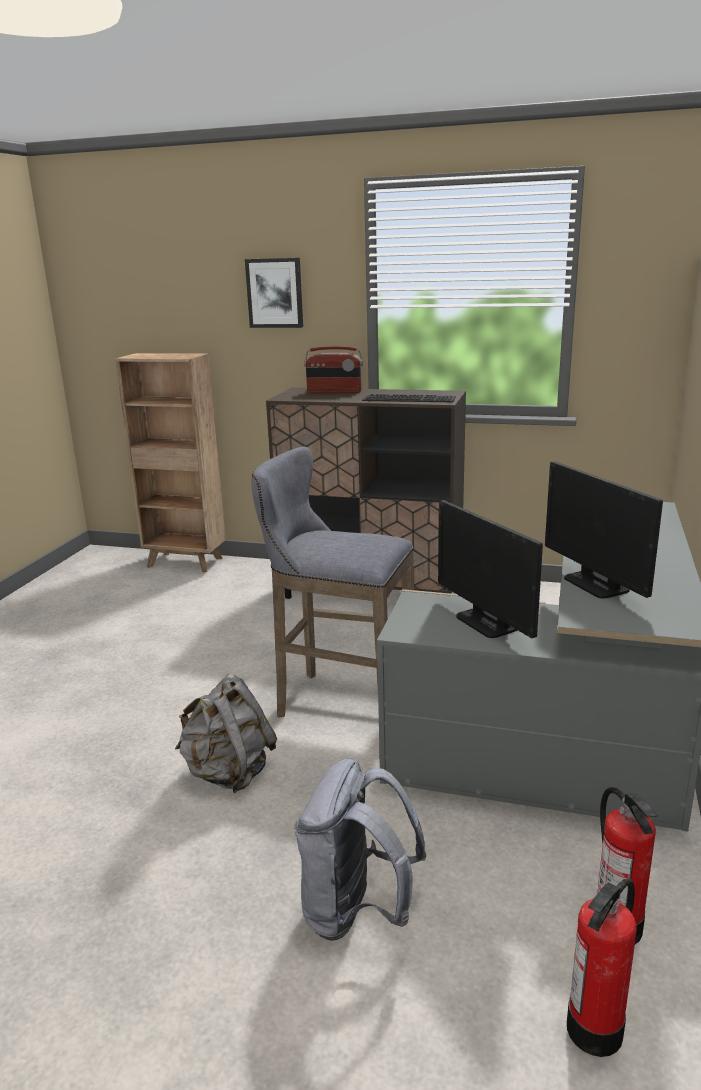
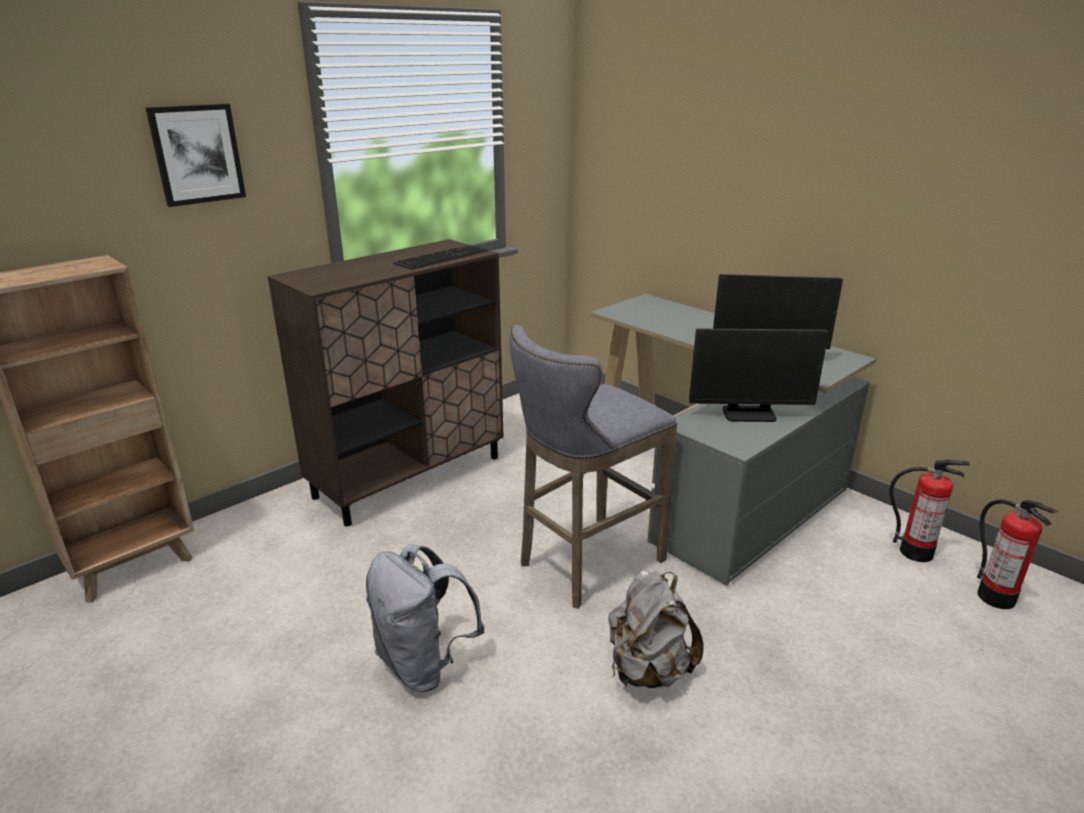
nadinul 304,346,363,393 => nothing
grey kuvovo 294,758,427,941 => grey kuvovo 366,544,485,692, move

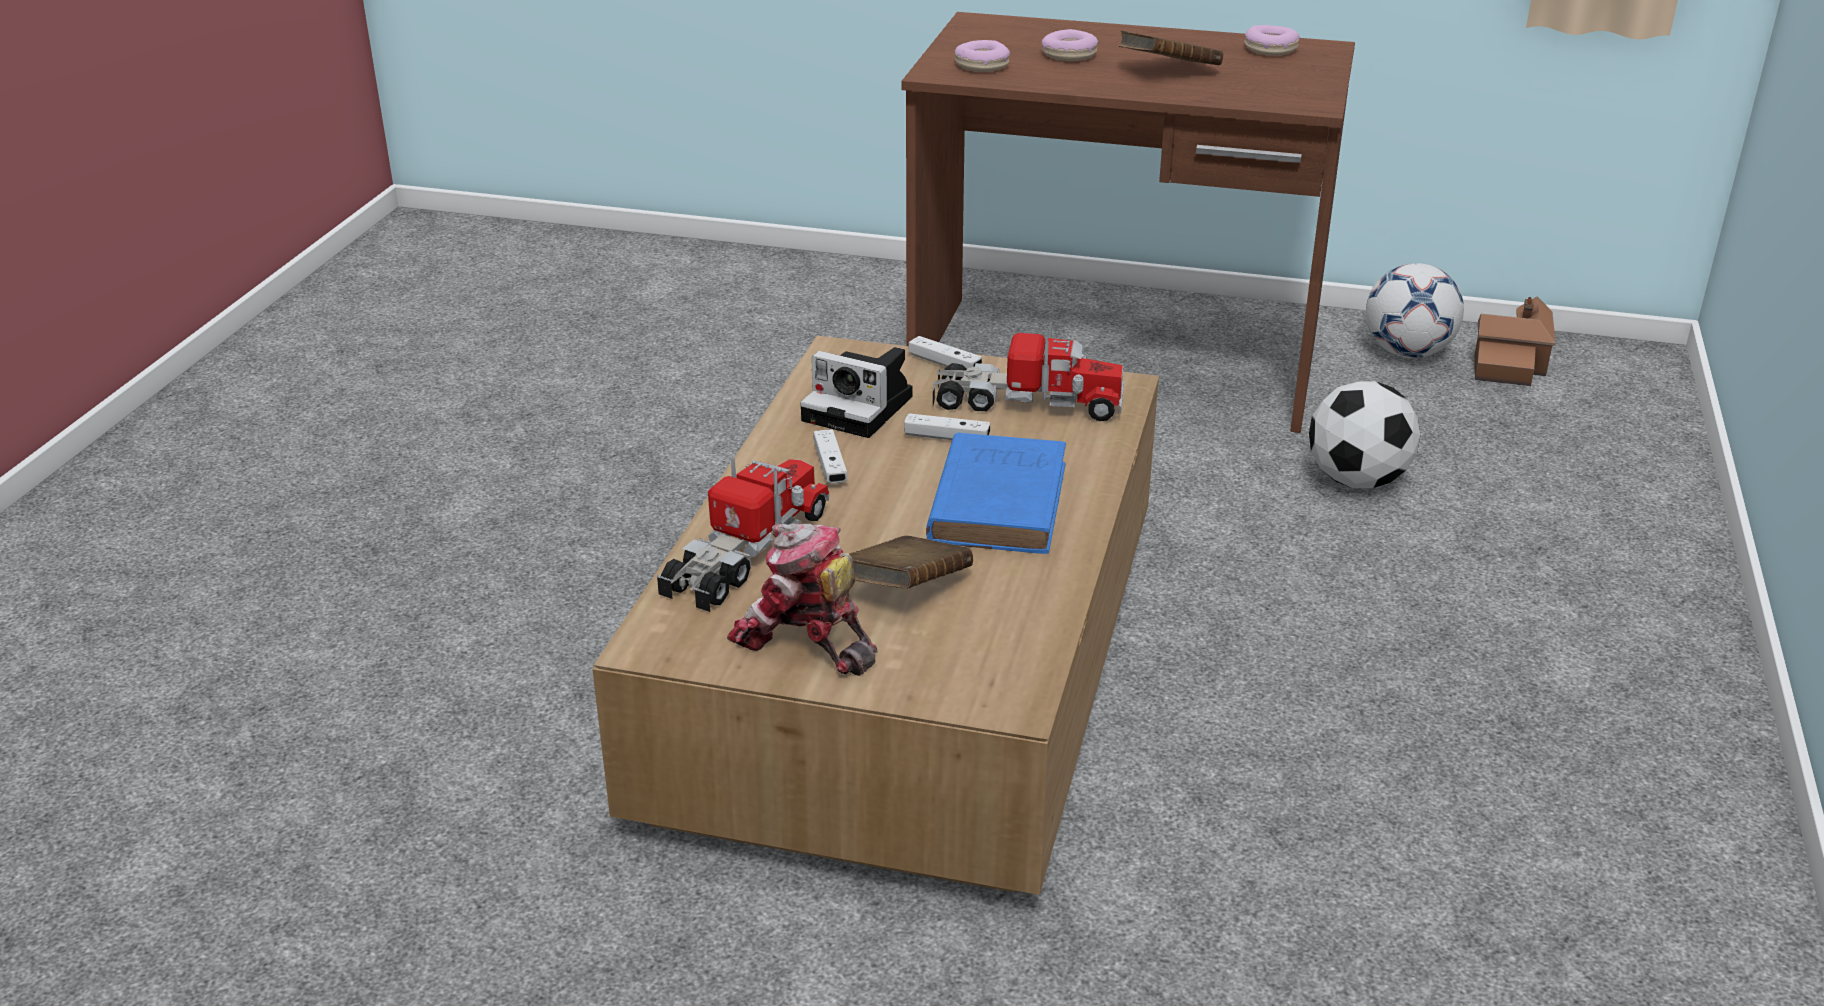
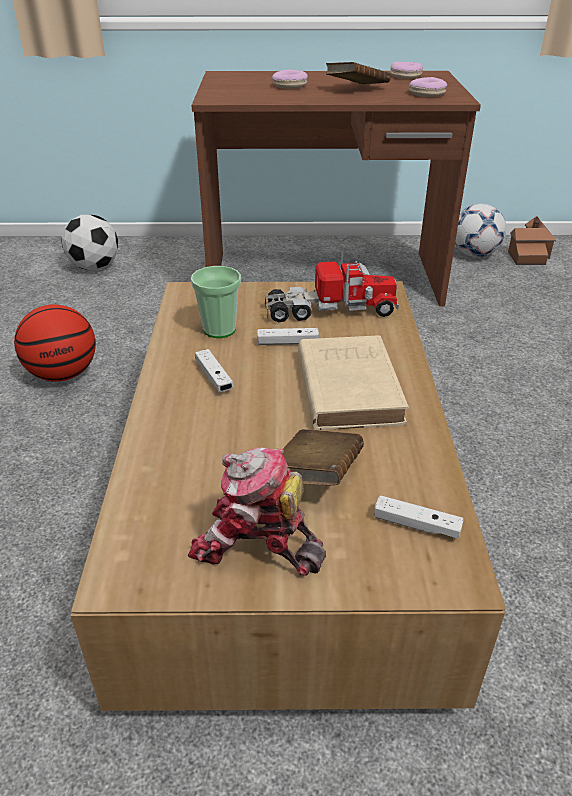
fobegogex 954,40,1010,72 => fobegogex 409,77,447,97, move
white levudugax 909,336,982,369 => white levudugax 374,495,463,539, move
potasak 800,347,913,438 => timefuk 191,266,241,338
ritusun 1309,381,1420,488 => ritusun 61,214,118,270, move
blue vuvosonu 926,432,1066,554 => beige vuvosonu 298,336,409,430
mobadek 656,455,830,612 => nothing
nothing => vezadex 14,304,96,382

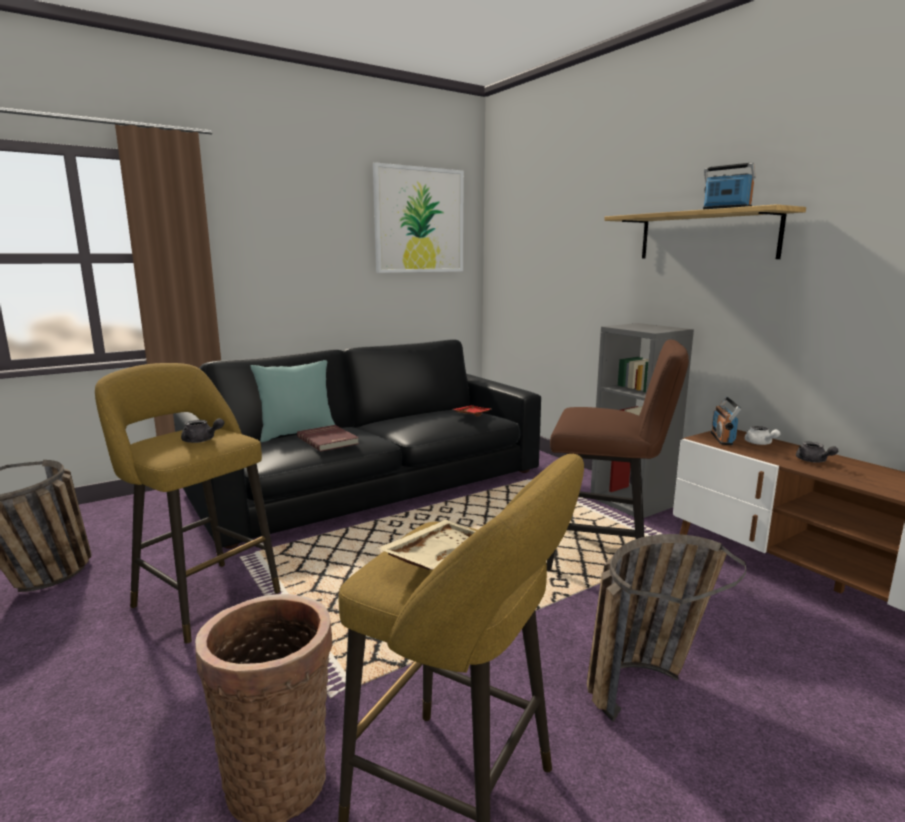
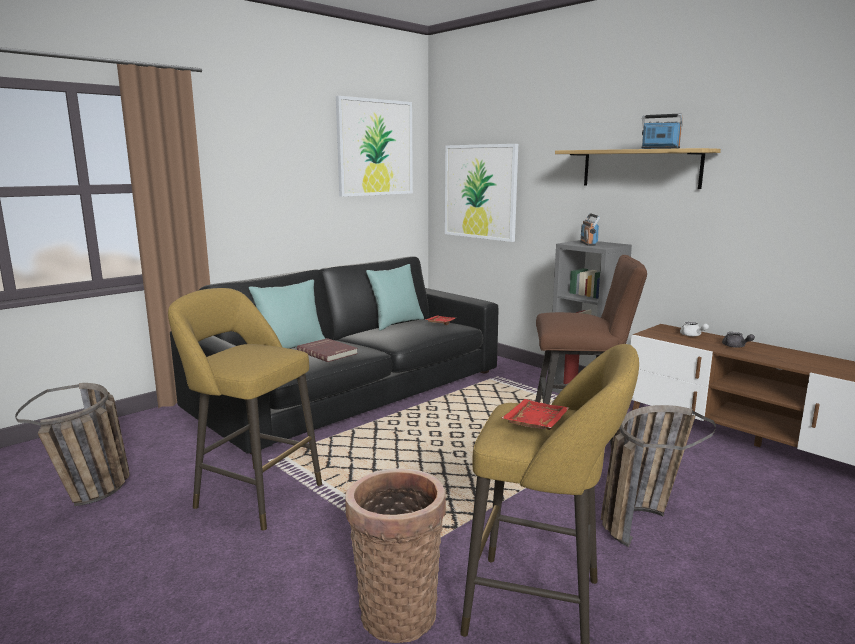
nadinul 711,396,741,445 => nadinul 580,213,601,246, move
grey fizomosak 181,418,224,443 => nothing
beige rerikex 377,520,476,570 => red rerikex 502,399,569,430
nothing => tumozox 445,144,518,242
nothing => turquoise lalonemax 366,264,424,331

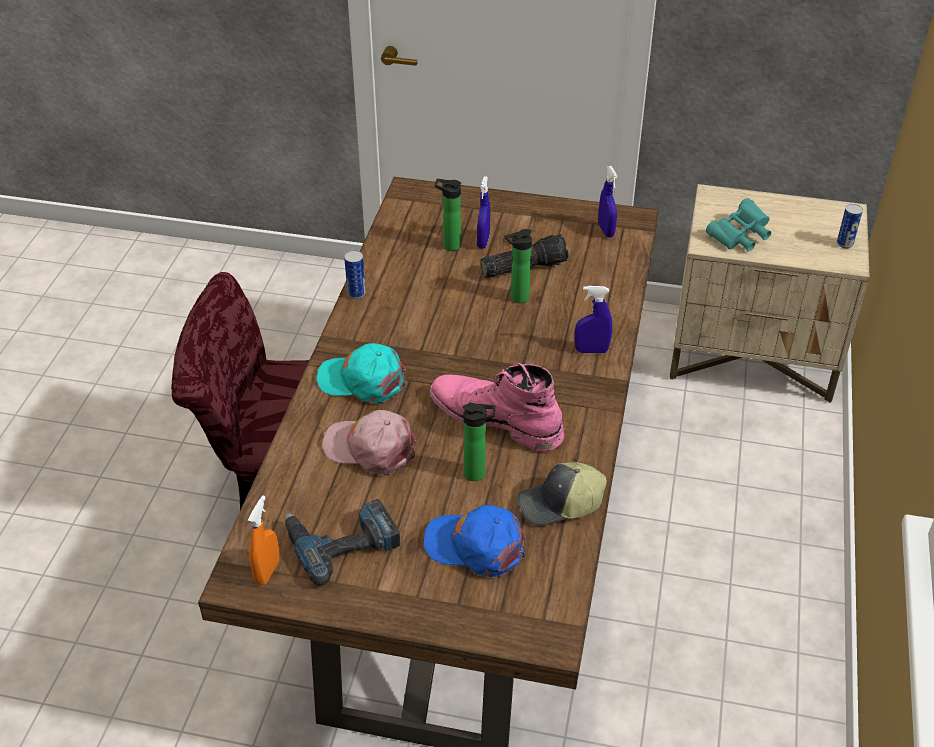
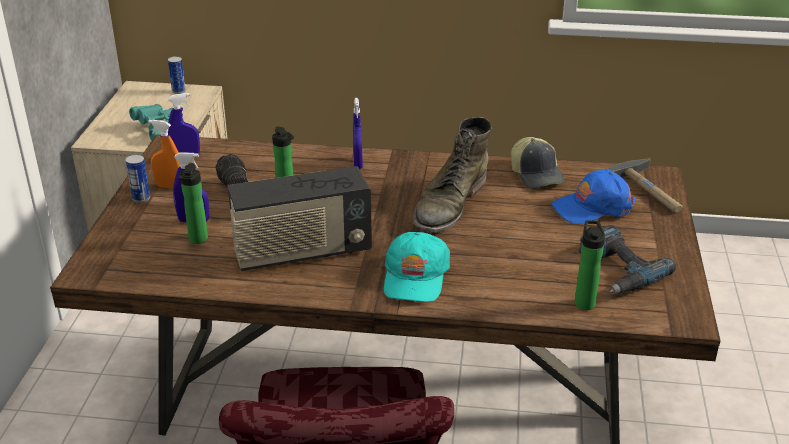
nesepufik 344,250,366,299 => nesepufik 126,154,150,203, move
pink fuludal 430,363,564,451 => green fuludal 413,117,492,233
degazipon 463,403,496,481 => degazipon 575,220,605,310, move
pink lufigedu 322,410,417,475 => nothing
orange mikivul 248,496,279,585 => orange mikivul 148,120,180,189, move
blue lufigedu 424,505,527,577 => blue lufigedu 552,170,636,224, 60 degrees clockwise
nothing => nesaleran 605,158,683,213
nothing => nadinul 227,166,372,271

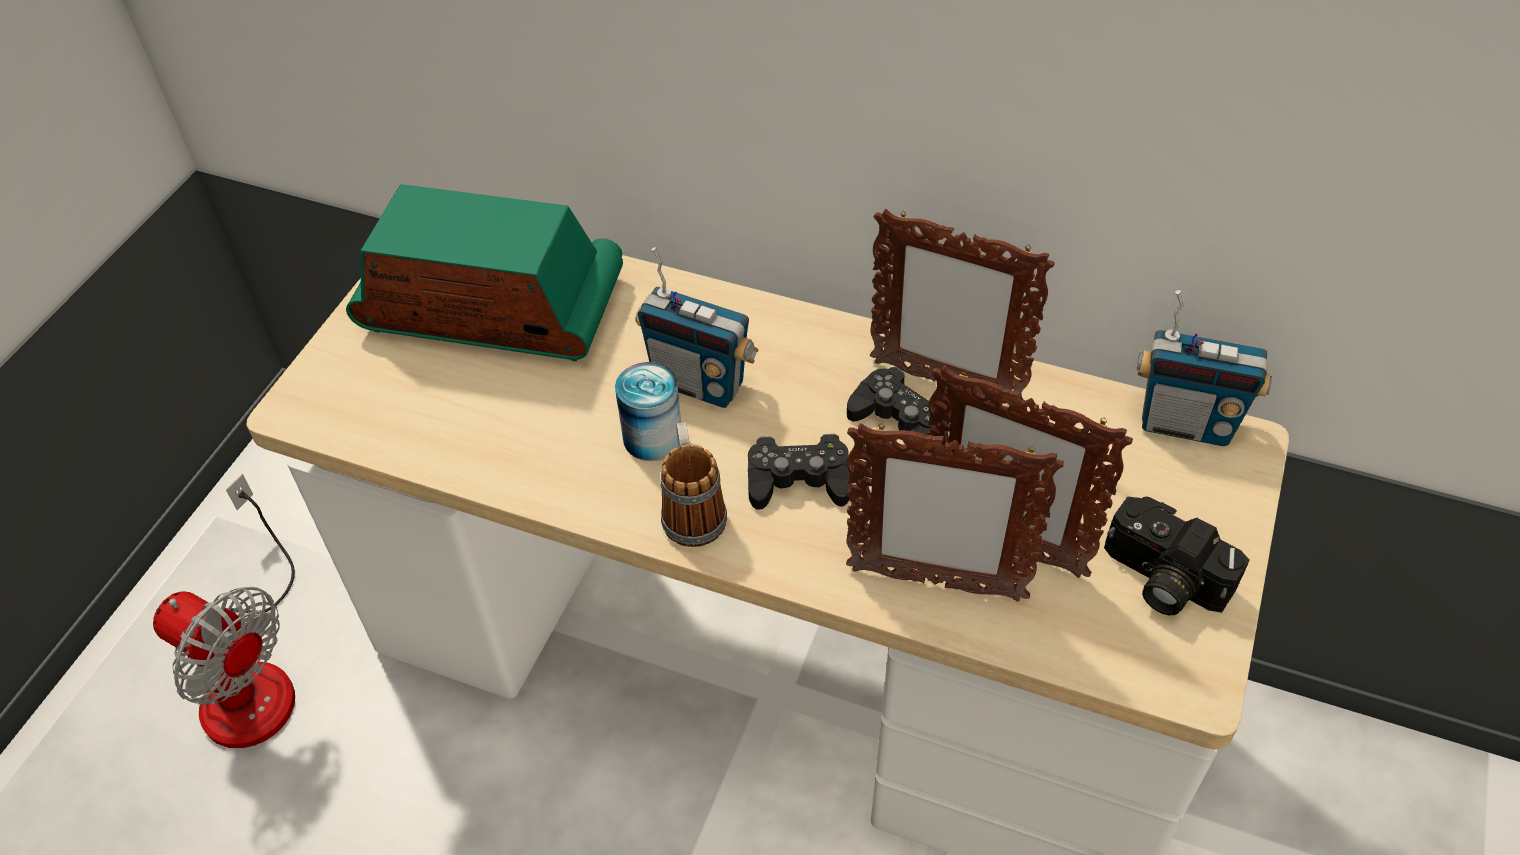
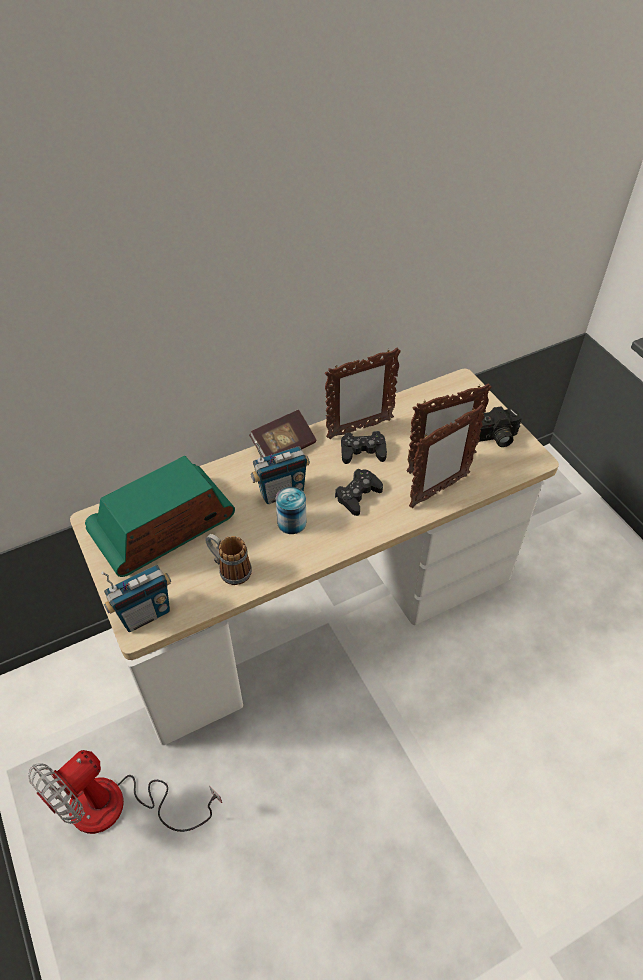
nadinul 1136,290,1272,446 => nadinul 101,565,171,632, move
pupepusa 661,422,727,547 => pupepusa 205,534,252,585, move
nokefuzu 153,474,295,748 => nokefuzu 28,750,222,834, 150 degrees clockwise
nothing => vuvosonu 249,409,316,458

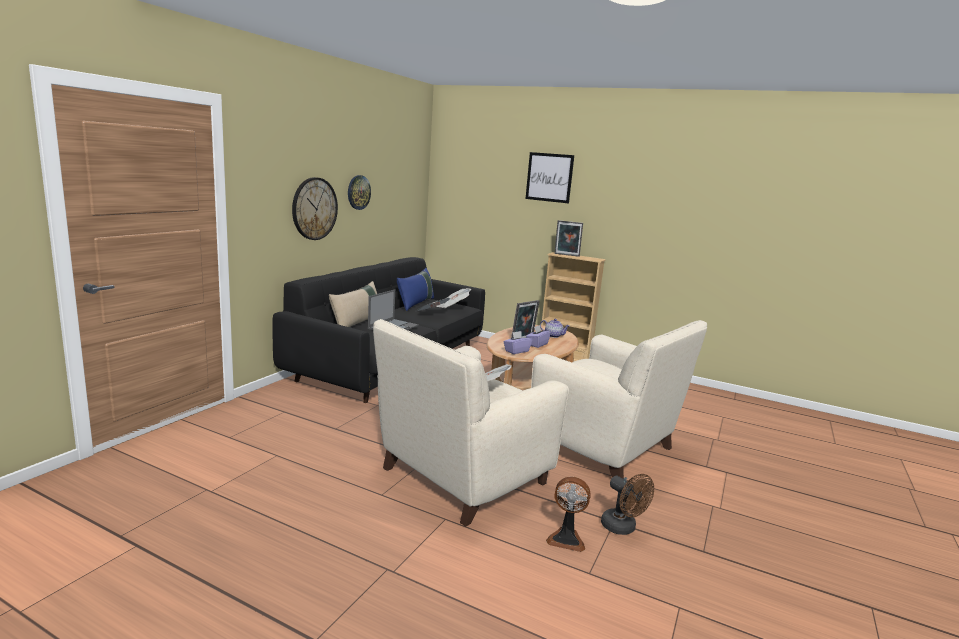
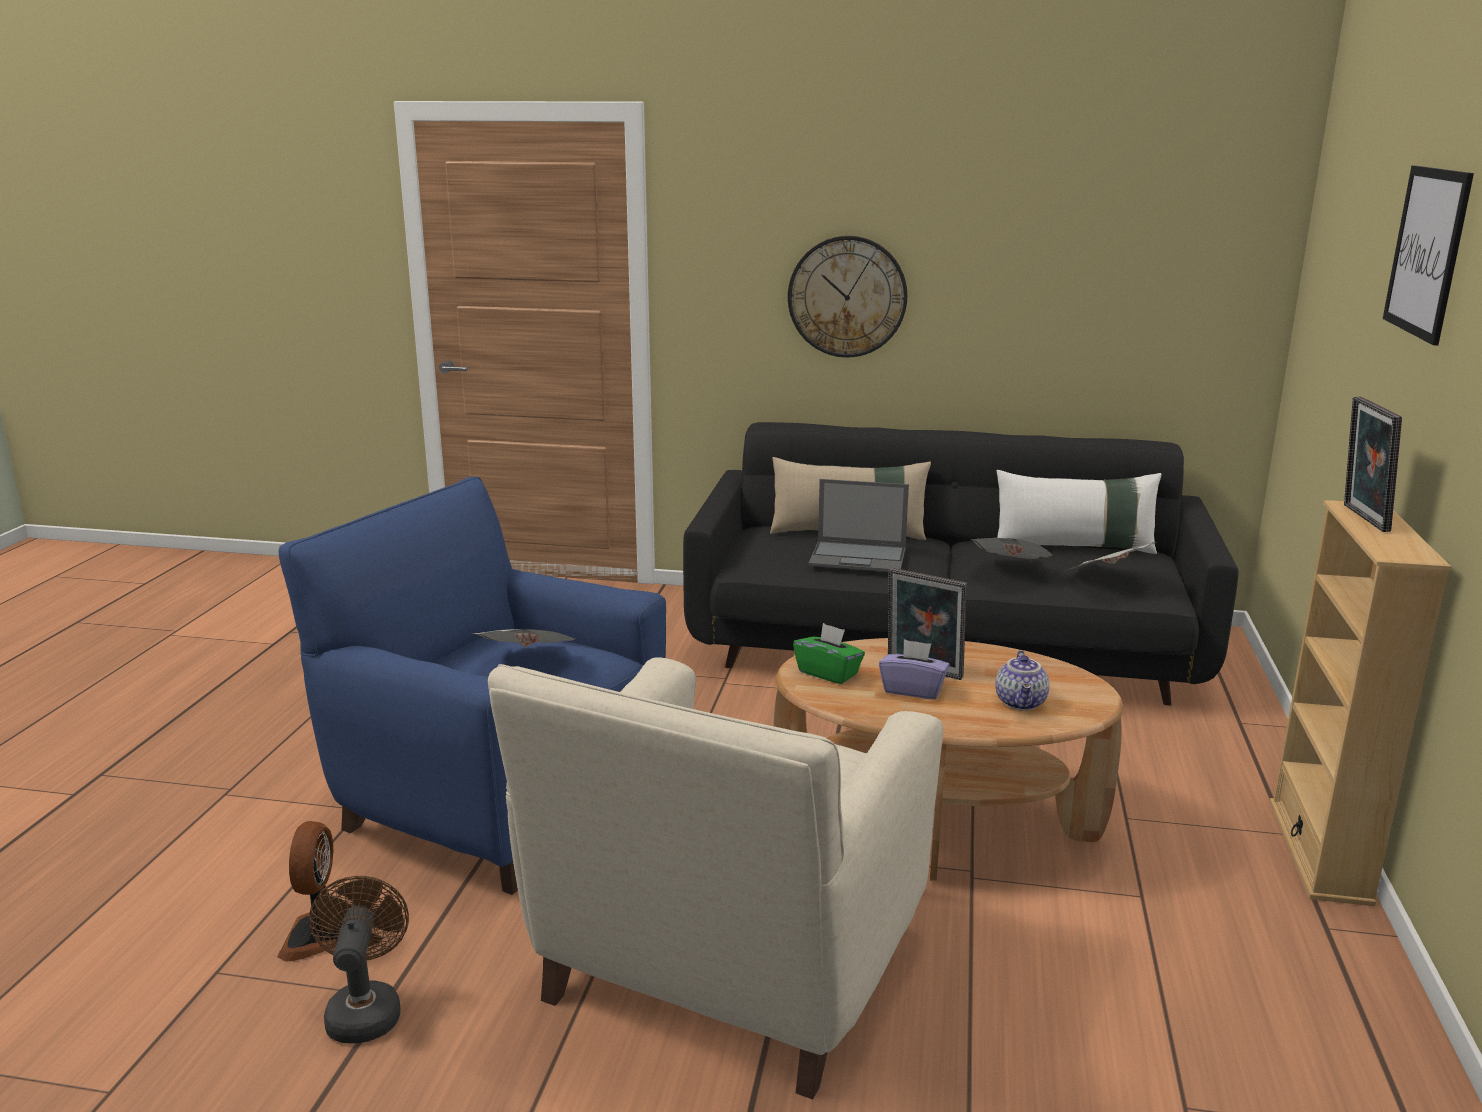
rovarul 348,175,371,210 => nothing
blue lalonemax 397,268,434,311 => white lalonemax 996,470,1161,554
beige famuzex 373,319,569,527 => blue famuzex 279,476,666,895
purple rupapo 503,331,532,354 => green rupapo 793,623,865,684
brown nokefuzu 601,474,654,535 => brown nokefuzu 309,876,409,1043, 135 degrees clockwise

